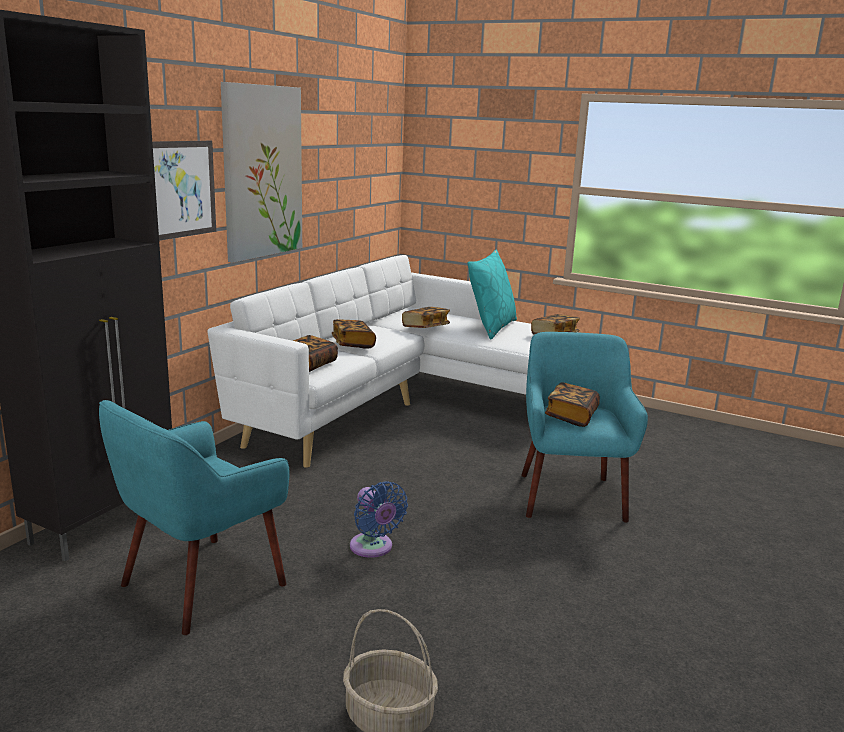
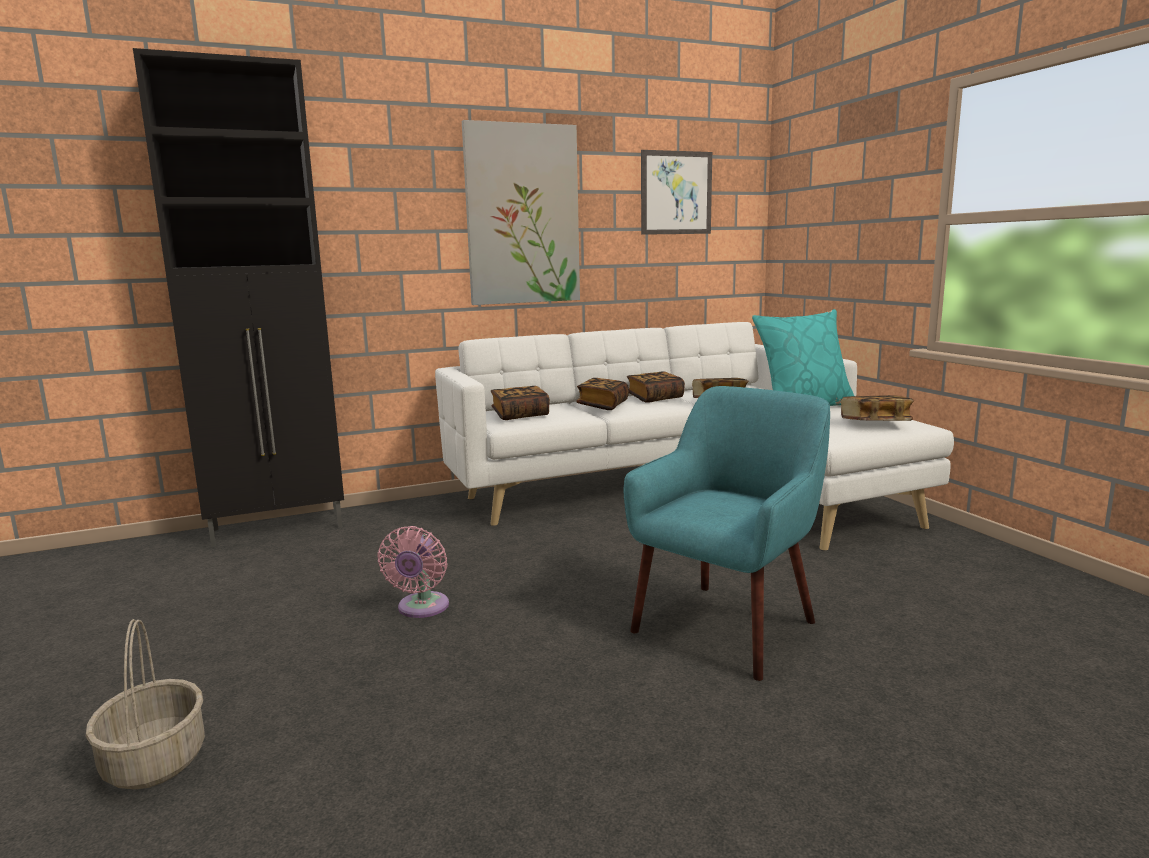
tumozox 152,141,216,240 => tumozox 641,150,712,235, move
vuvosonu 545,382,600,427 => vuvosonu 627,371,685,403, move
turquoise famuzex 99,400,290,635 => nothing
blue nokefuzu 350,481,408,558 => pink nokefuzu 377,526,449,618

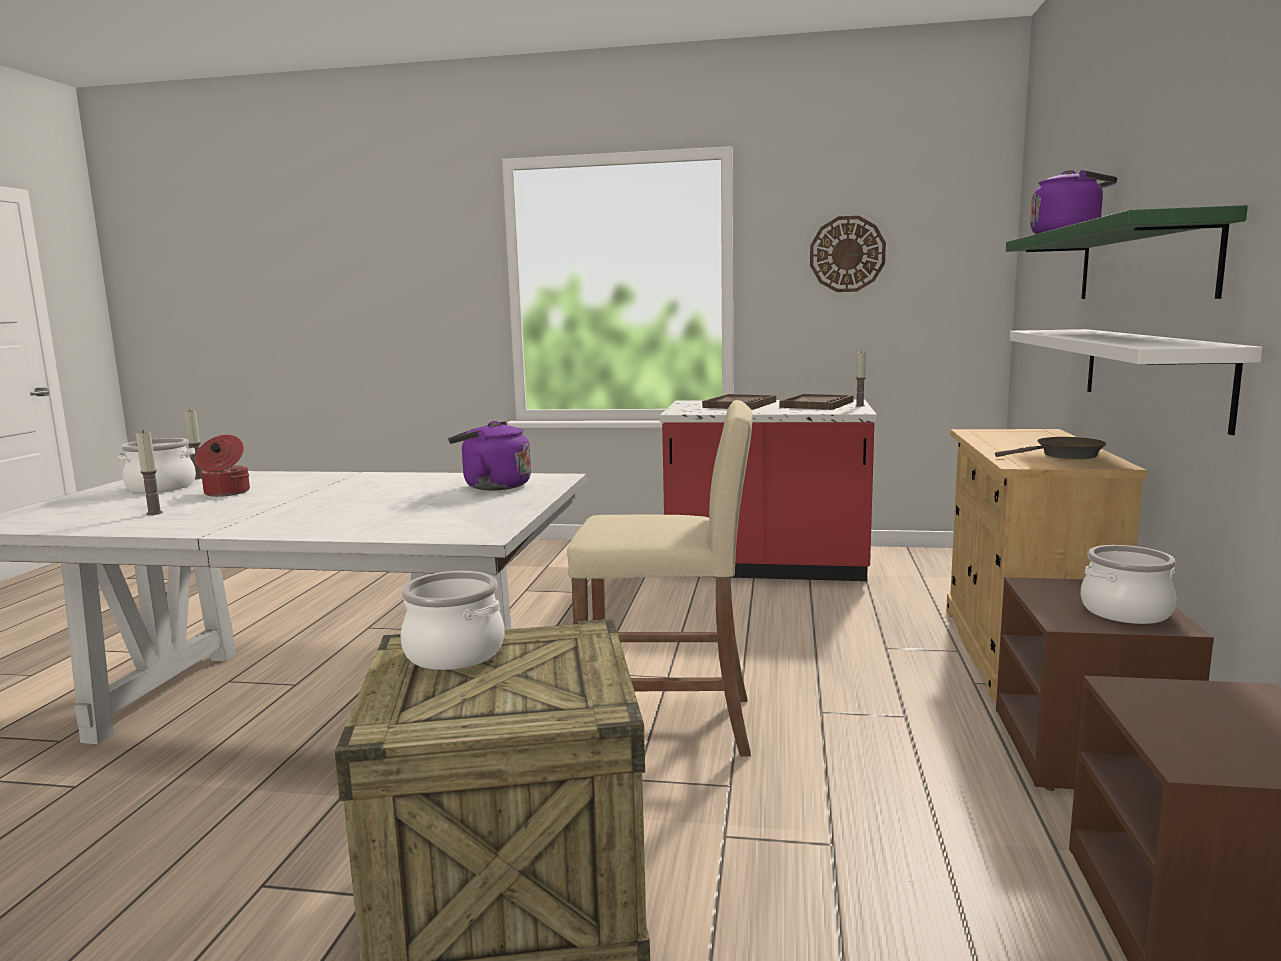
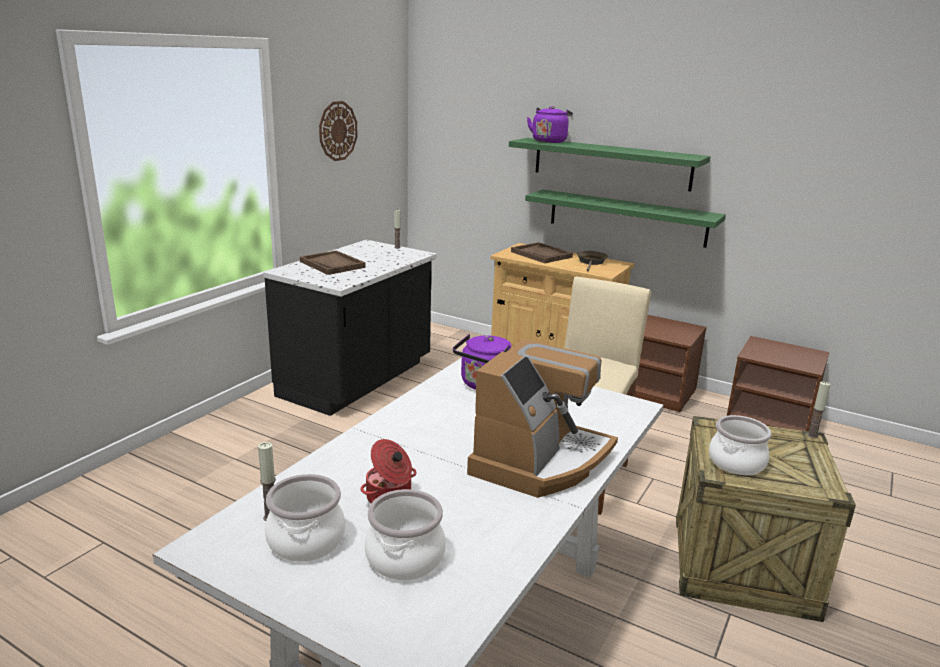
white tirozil 1010,329,1263,435 => green tirozil 525,190,726,248
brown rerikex 779,394,854,410 => brown rerikex 511,242,573,263, move
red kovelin 660,399,877,581 => black kovelin 263,240,437,416
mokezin 136,430,163,515 => mokezin 807,381,831,439, move
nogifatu 1081,545,1176,624 => nogifatu 365,489,446,580, move
nothing => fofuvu 467,339,618,498

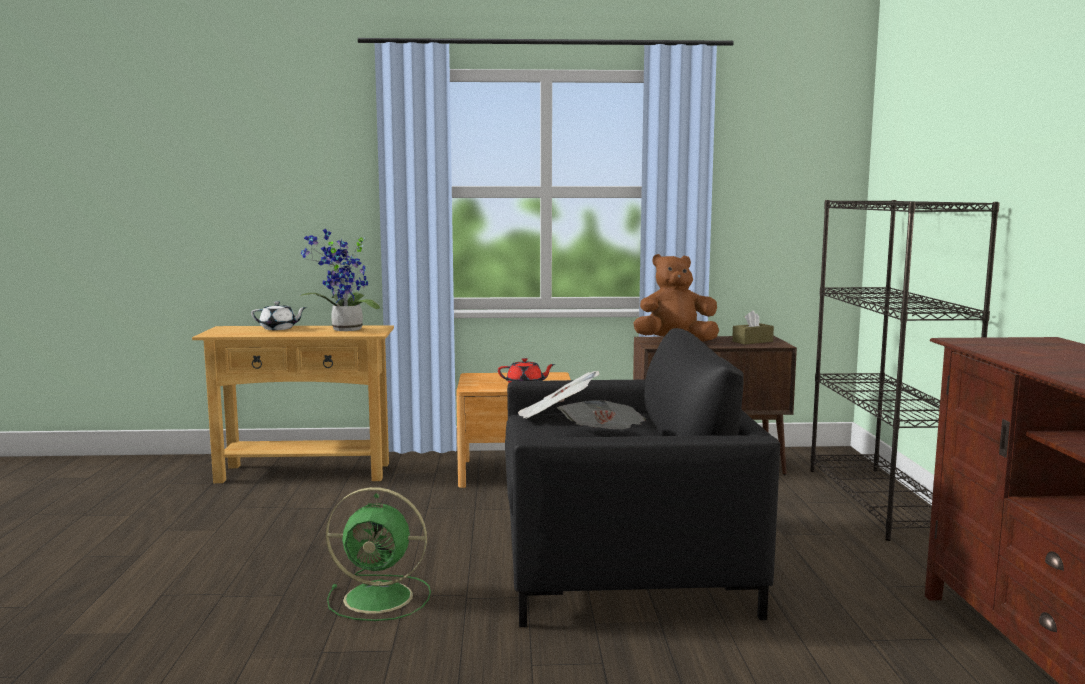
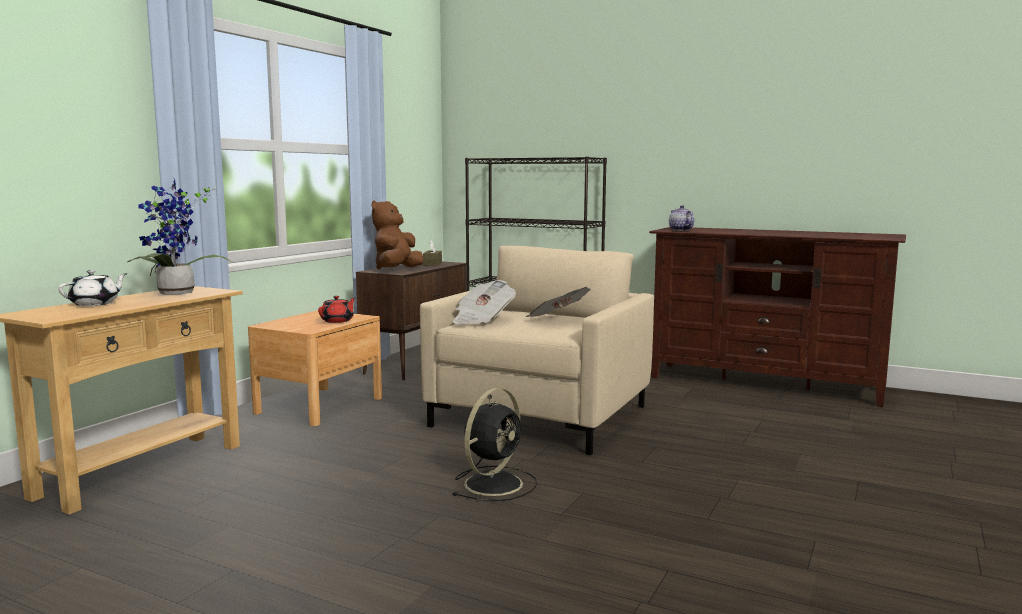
black famuzex 505,328,780,627 => beige famuzex 420,246,654,455
green nokefuzu 326,487,431,621 => black nokefuzu 452,388,537,501
nothing => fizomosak 669,205,694,231

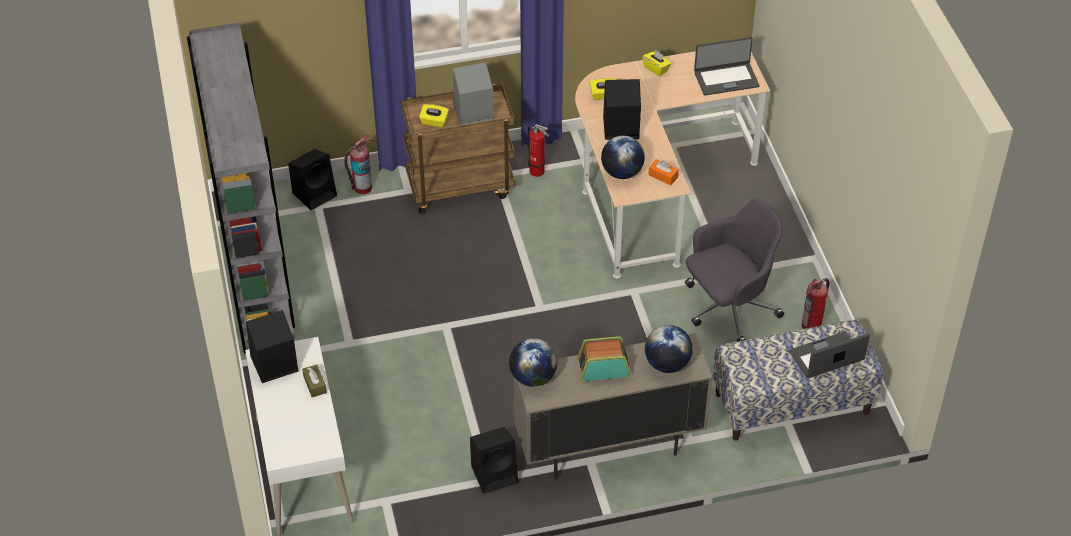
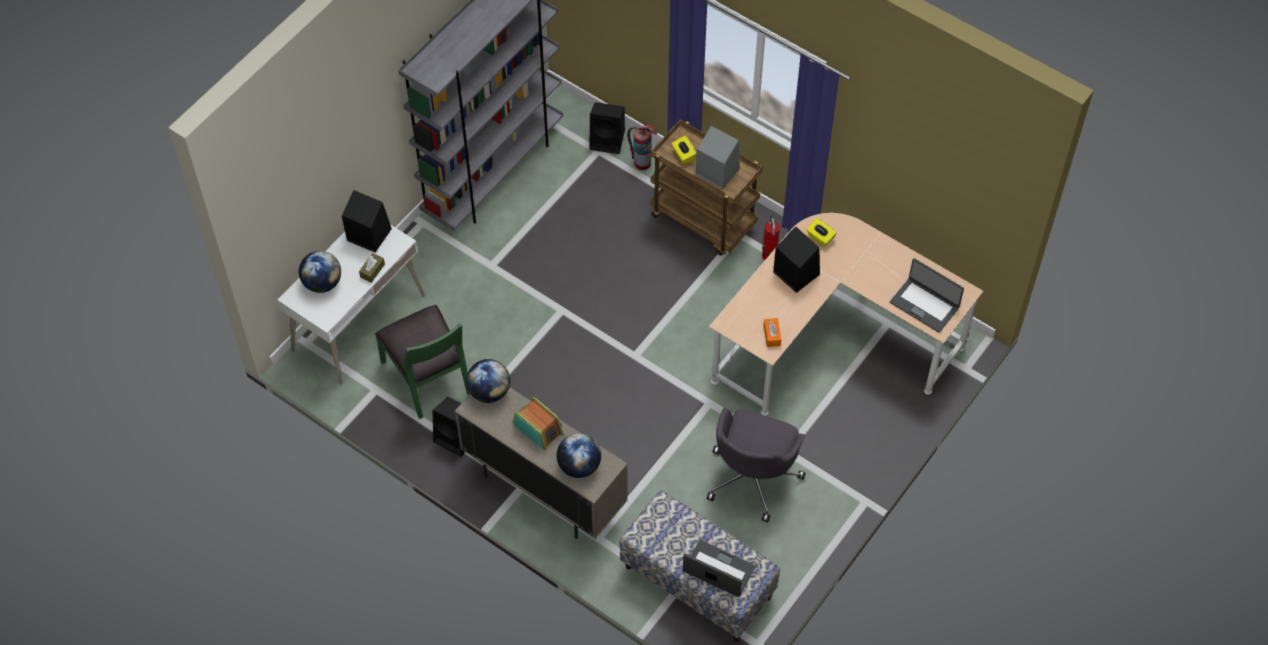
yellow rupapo 642,50,671,76 => nothing
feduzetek 601,136,645,179 => feduzetek 299,251,341,293, move
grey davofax 685,199,784,341 => grey davofax 707,408,806,522, 90 degrees clockwise
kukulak 802,278,829,329 => nothing
nothing => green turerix 375,305,470,419

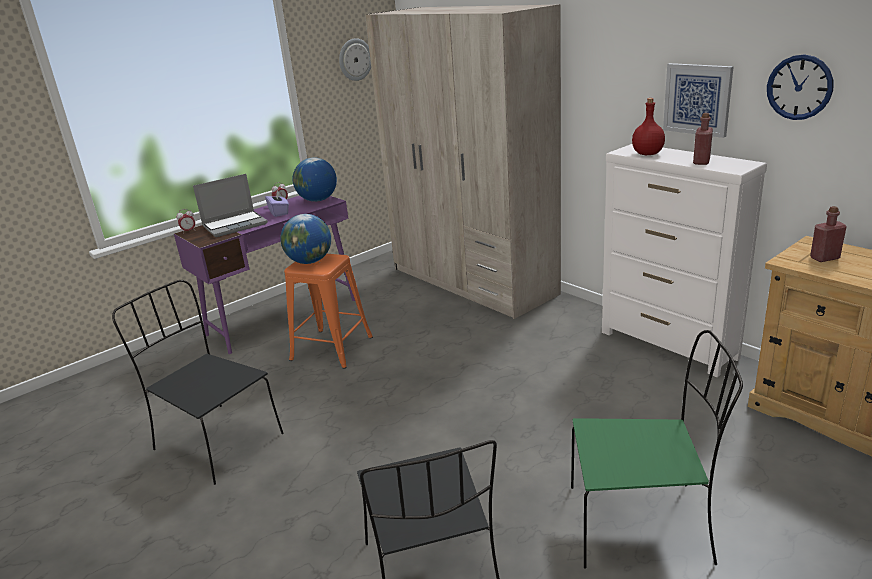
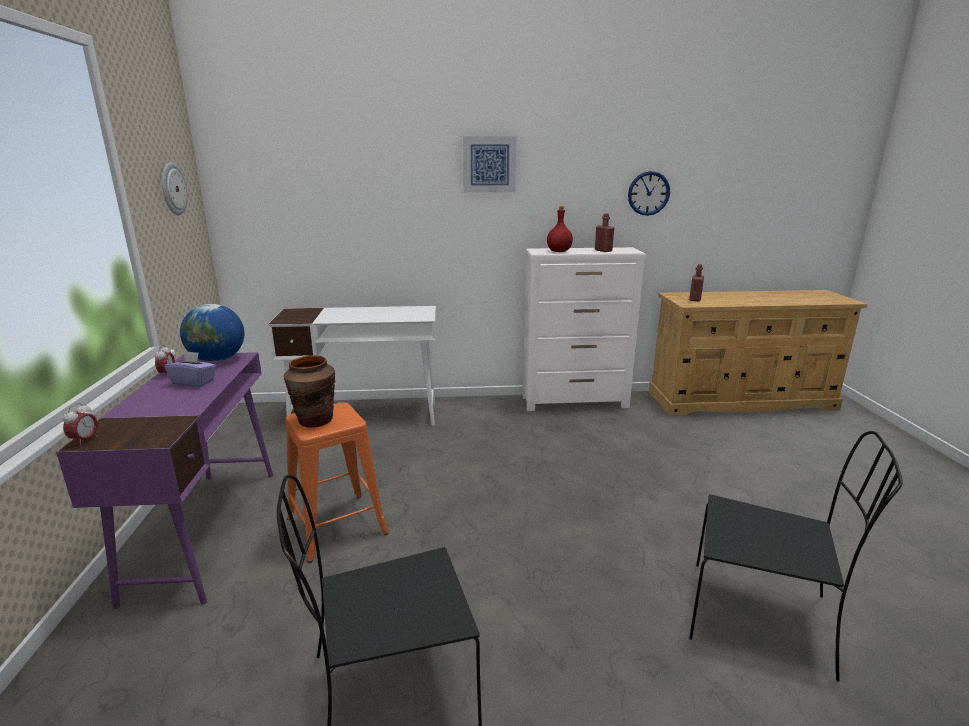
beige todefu 365,4,561,319 => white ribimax 268,306,436,425
tumozox 663,63,734,138 => tumozox 463,136,516,192, move
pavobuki 193,174,268,237 => nothing
feduzetek 280,214,331,264 => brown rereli 284,355,335,428
green turerix 571,330,743,568 => nothing

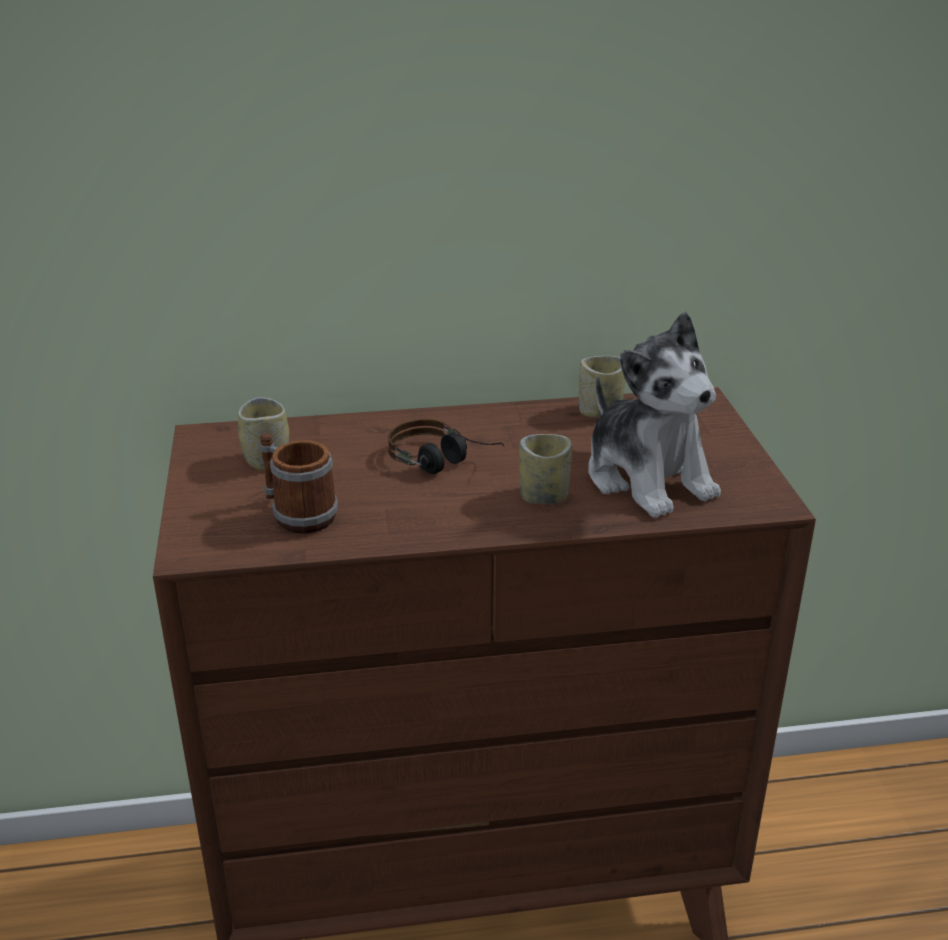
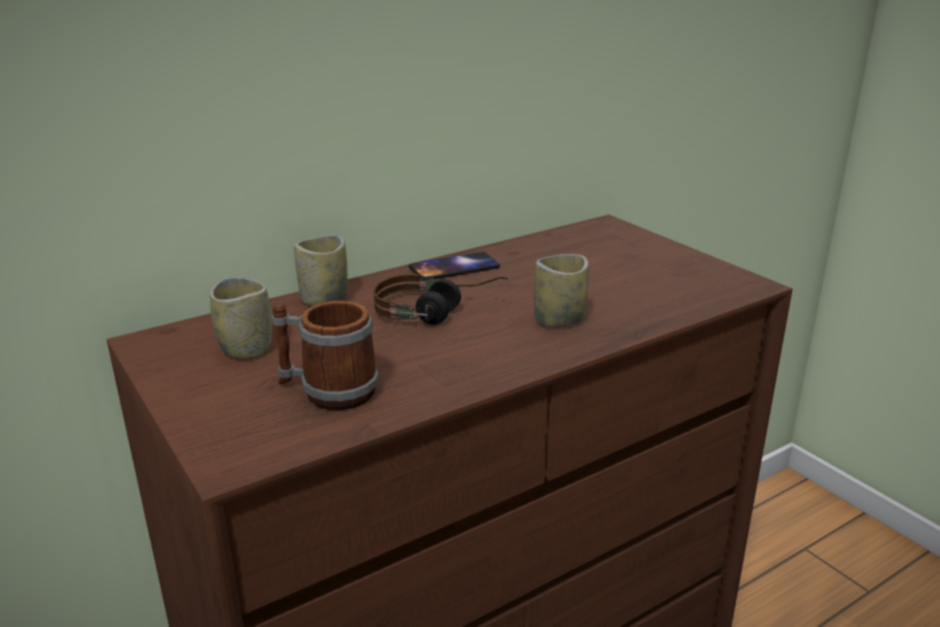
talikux 588,312,721,518 => nothing
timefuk 579,356,625,417 => timefuk 294,235,348,306, move
nothing => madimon 409,252,500,281

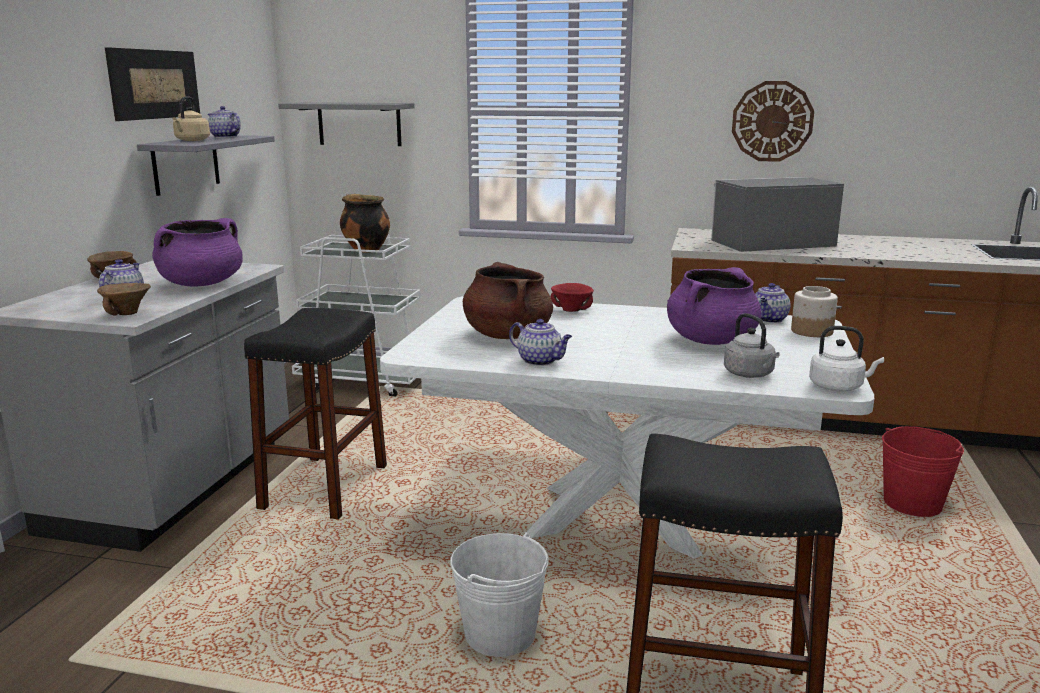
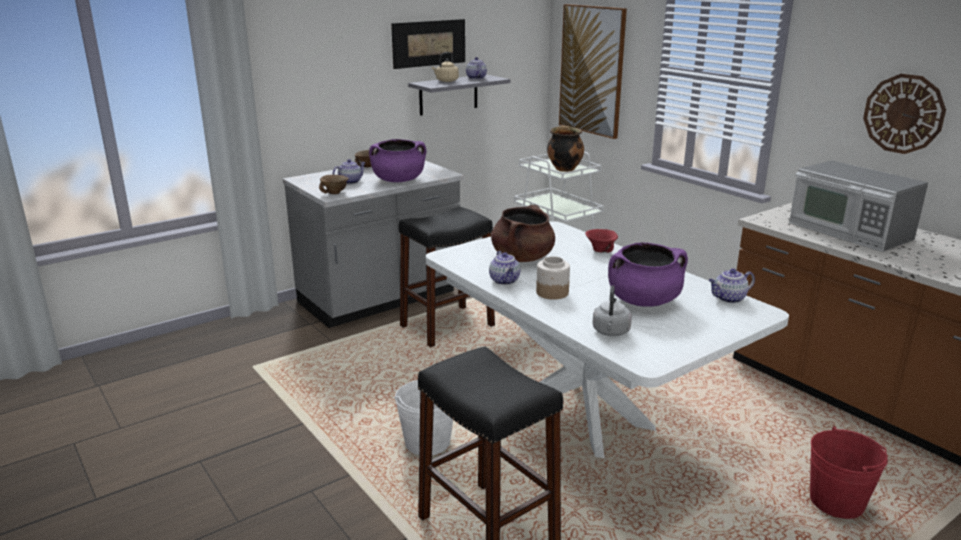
grey tirozil 278,102,415,146 => tumozox 559,4,627,139
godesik 711,177,844,252 => godesik 789,160,928,252, 150 degrees counterclockwise
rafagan 791,286,838,337 => rafagan 536,256,570,300, move
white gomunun 809,326,884,392 => nothing

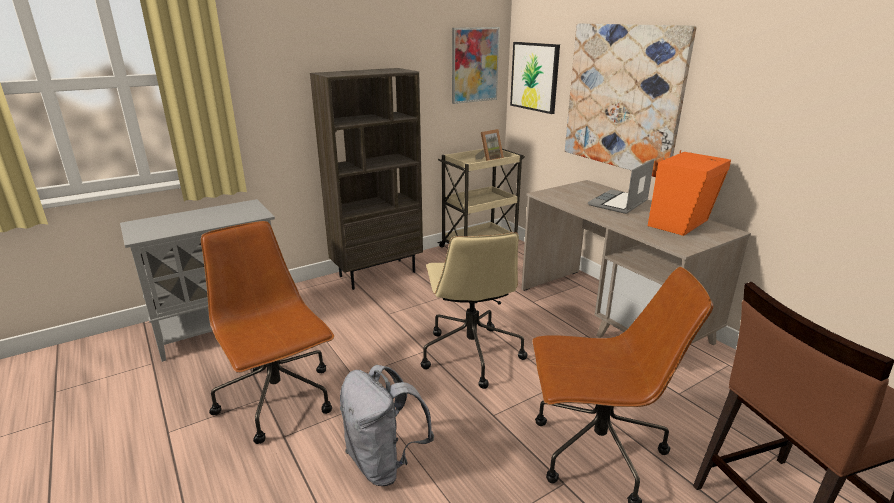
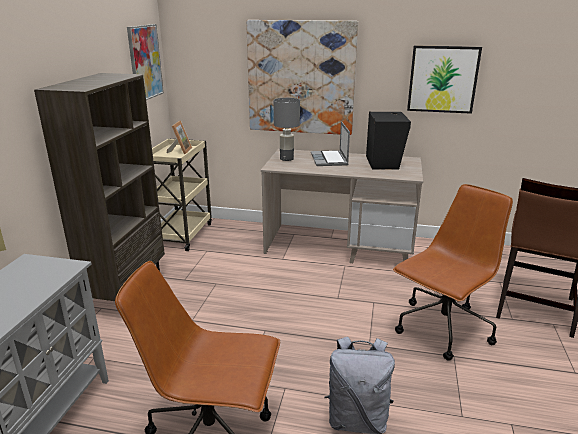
tumozox 510,42,560,114 => tumozox 407,45,482,114, move
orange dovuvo 648,150,731,236 => black dovuvo 366,112,411,169
beige davofax 421,232,527,389 => nothing
nothing => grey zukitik 274,98,300,161

